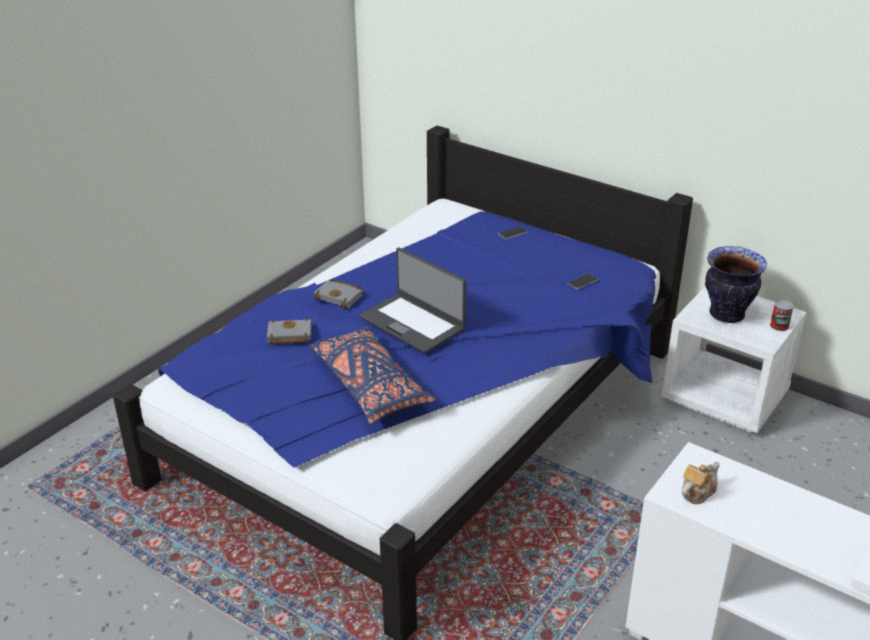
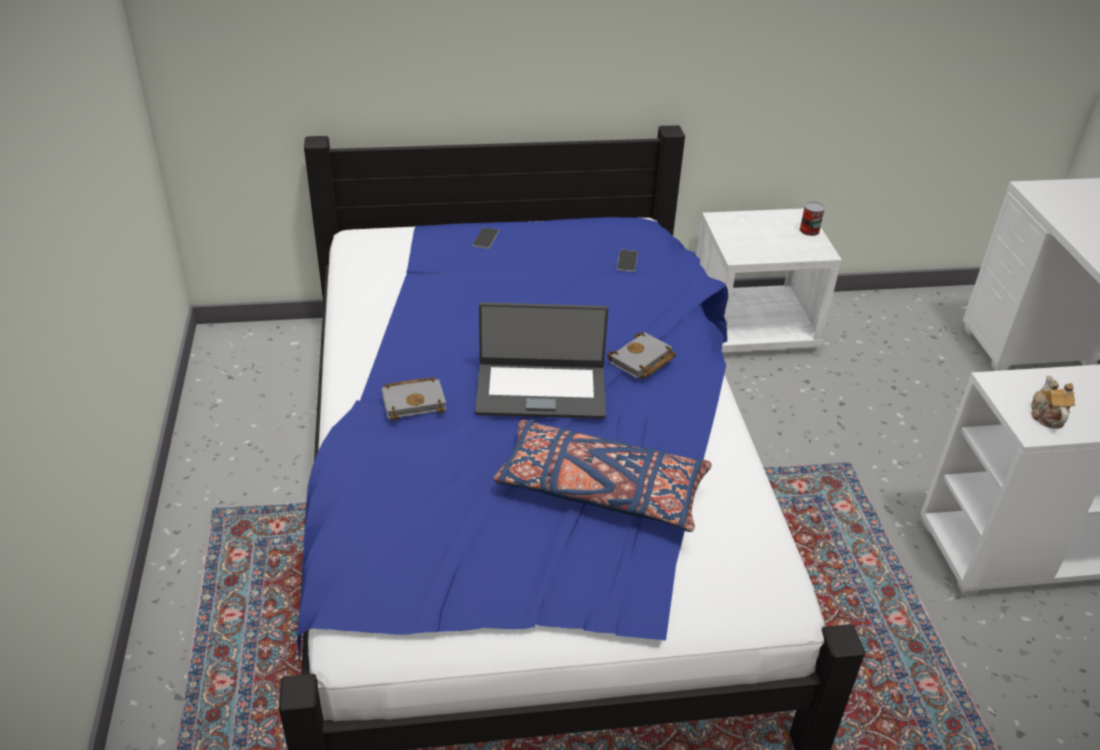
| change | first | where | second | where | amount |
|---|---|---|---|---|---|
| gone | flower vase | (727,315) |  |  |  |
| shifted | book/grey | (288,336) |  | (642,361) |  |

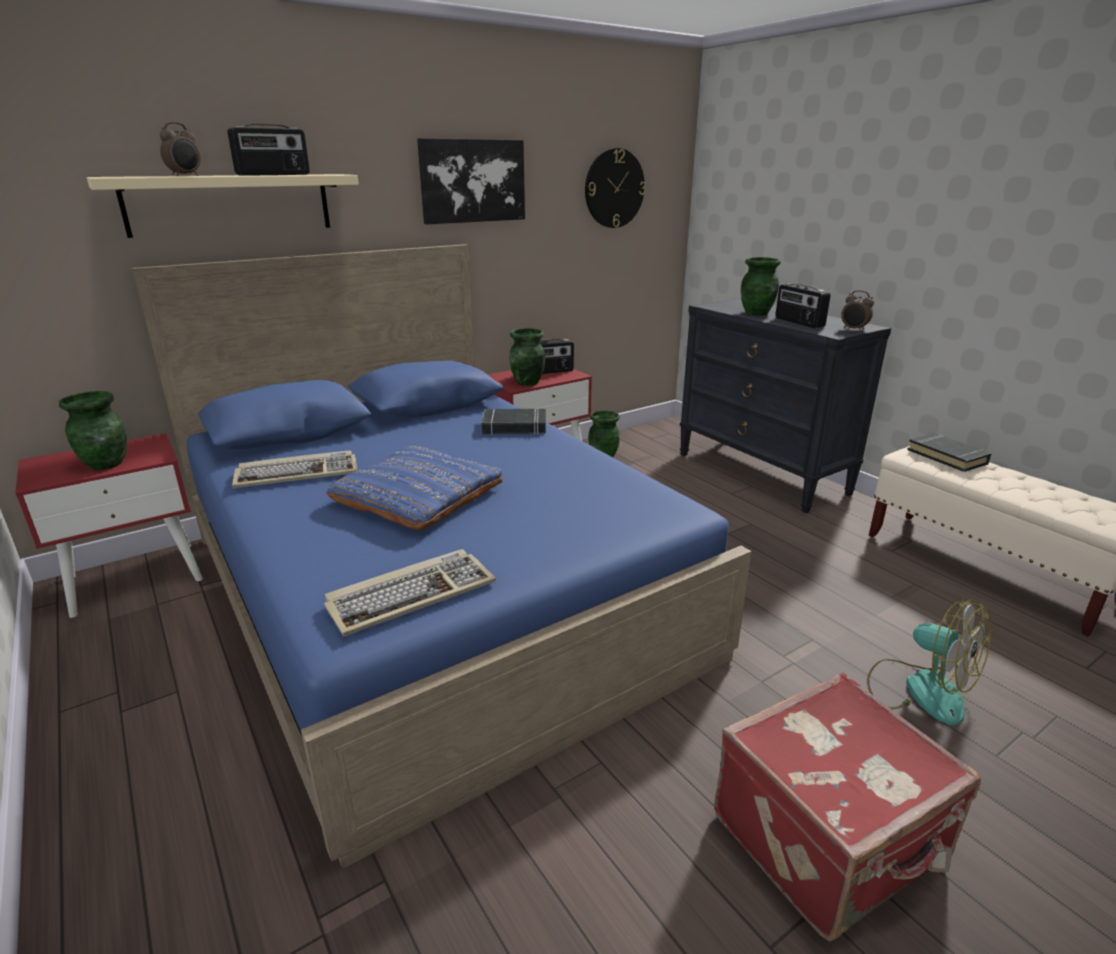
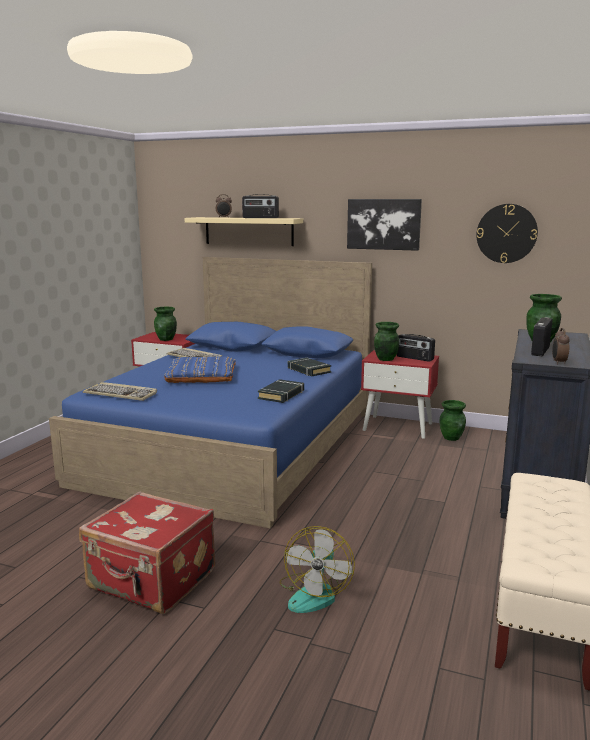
| change | first | where | second | where | amount |
|---|---|---|---|---|---|
| shifted | book/blackish | (947,457) |  | (281,395) |  |

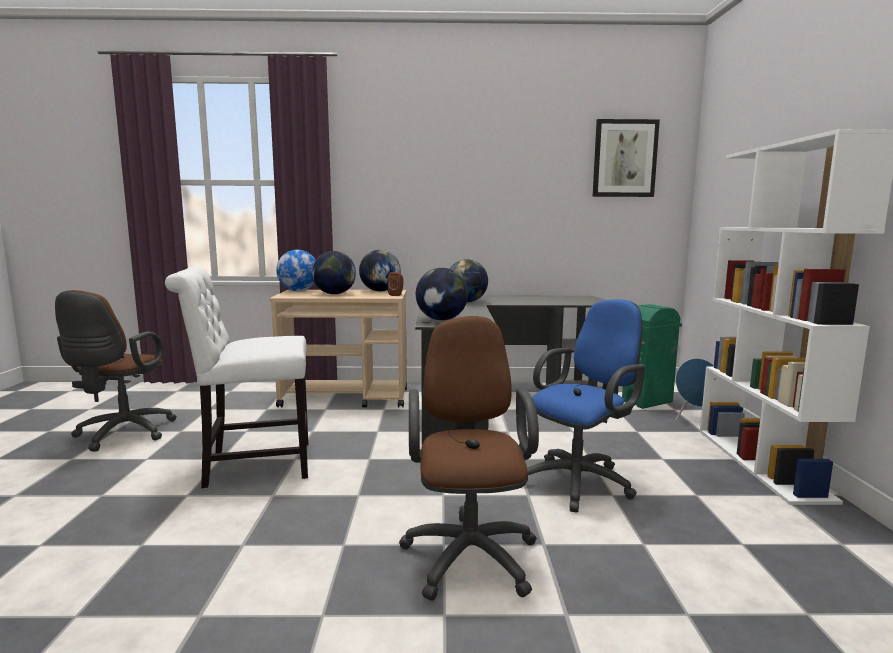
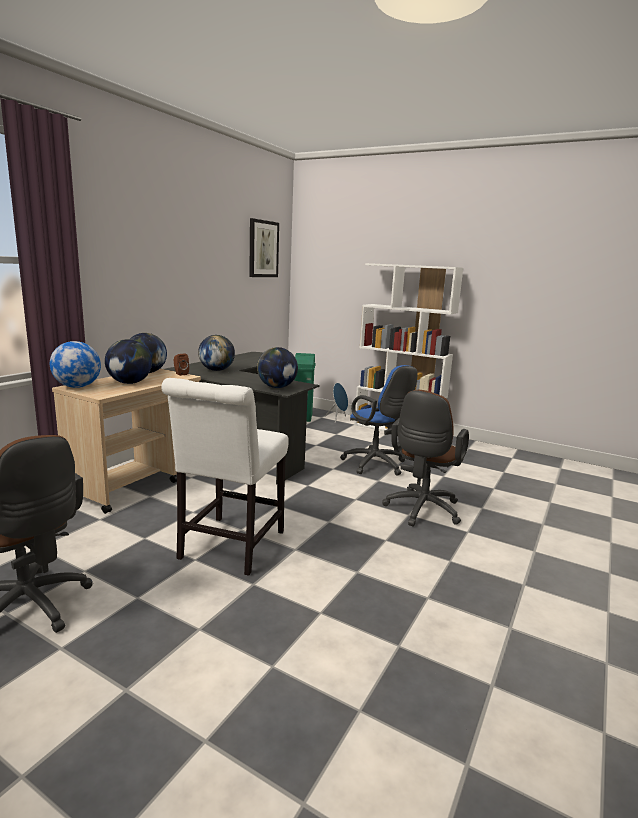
| change | first | where | second | where | amount |
|---|---|---|---|---|---|
| rotated | computer chair/bluish | (581,481) |  | (377,465) | 150 degrees clockwise |
| rotated | computer chair/brown-coloured | (469,552) |  | (421,511) | 90 degrees counterclockwise |

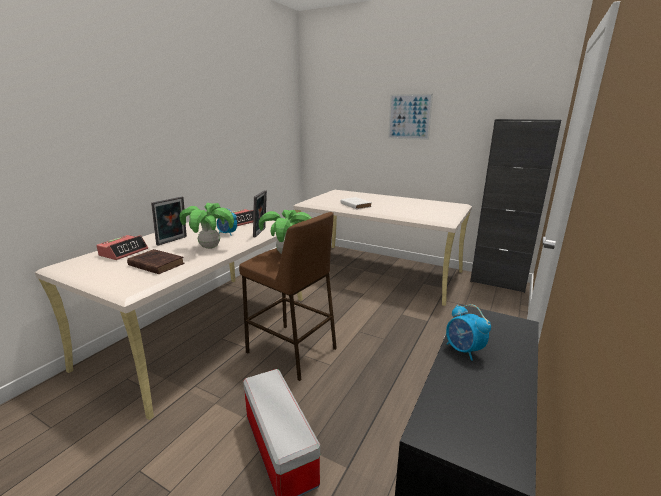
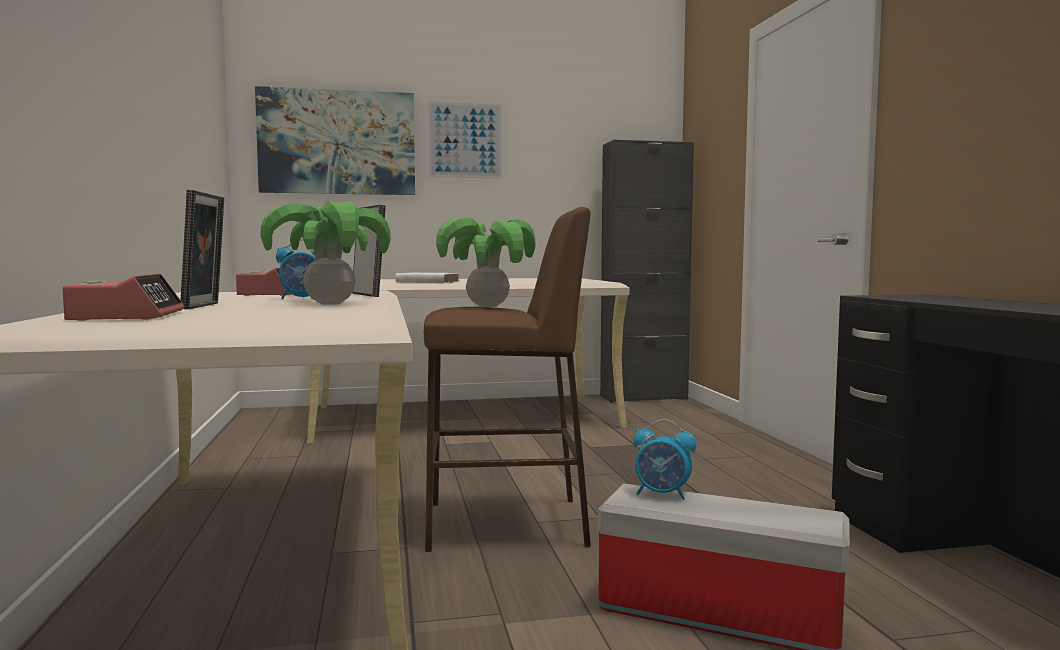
| change | first | where | second | where | amount |
|---|---|---|---|---|---|
| gone | book/brown-coloured | (155,264) |  |  |  |
| shifted | bedside clock | (463,350) |  | (662,494) |  |
| new |  |  | picture | (337,142) |  |

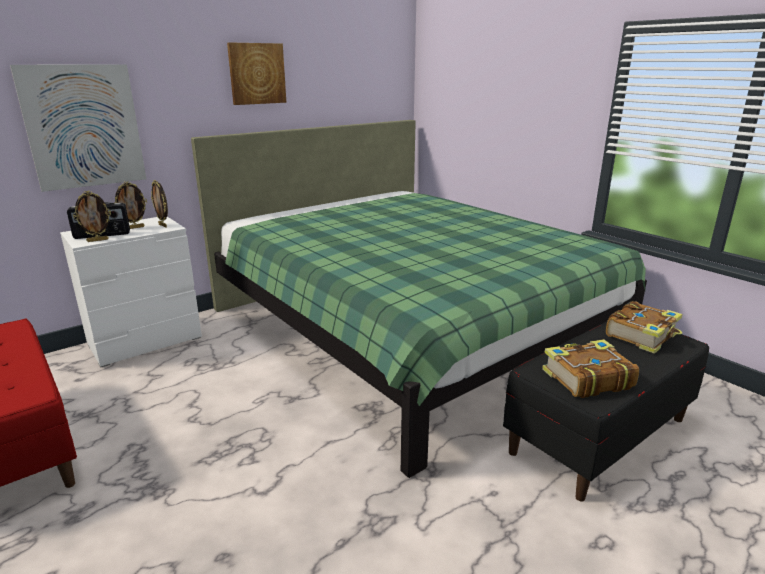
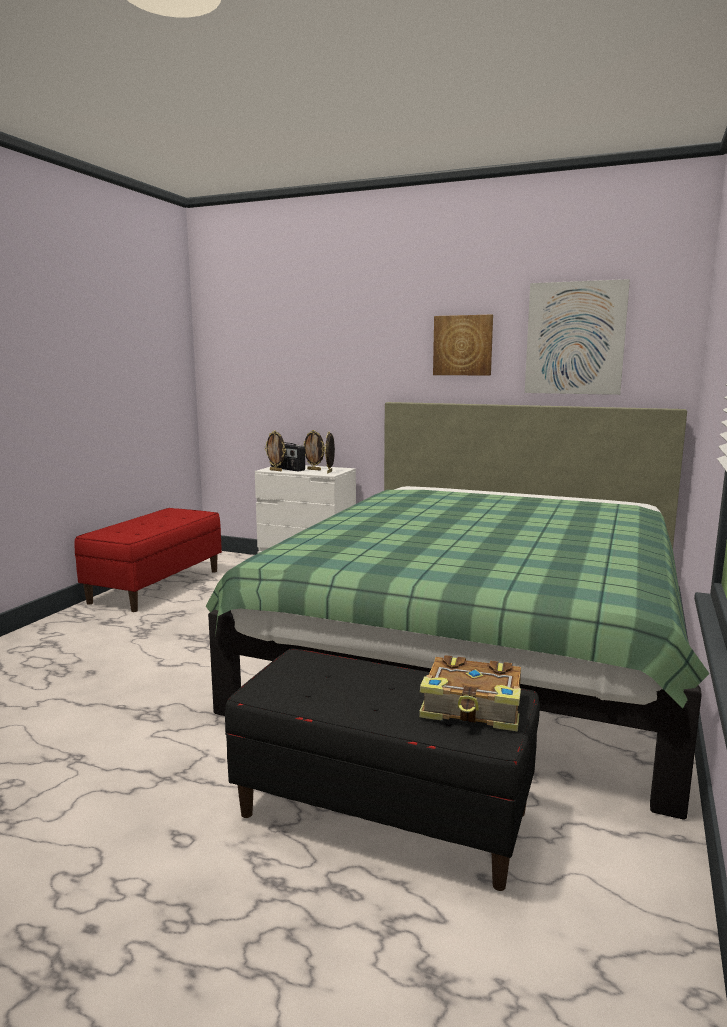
| change | first | where | second | where | amount |
|---|---|---|---|---|---|
| shifted | picture | (84,127) |  | (575,338) |  |
| gone | book | (586,378) |  |  |  |

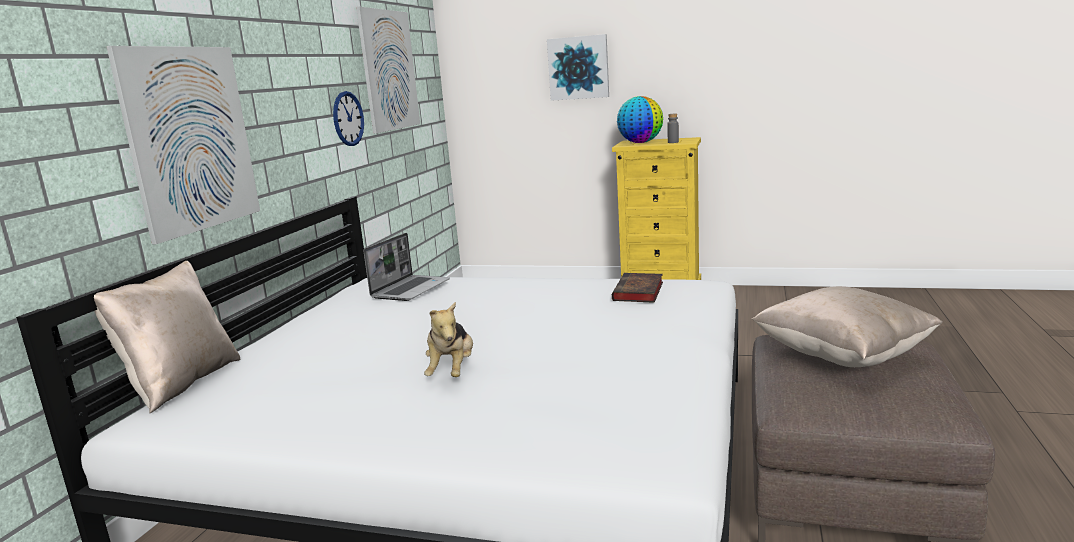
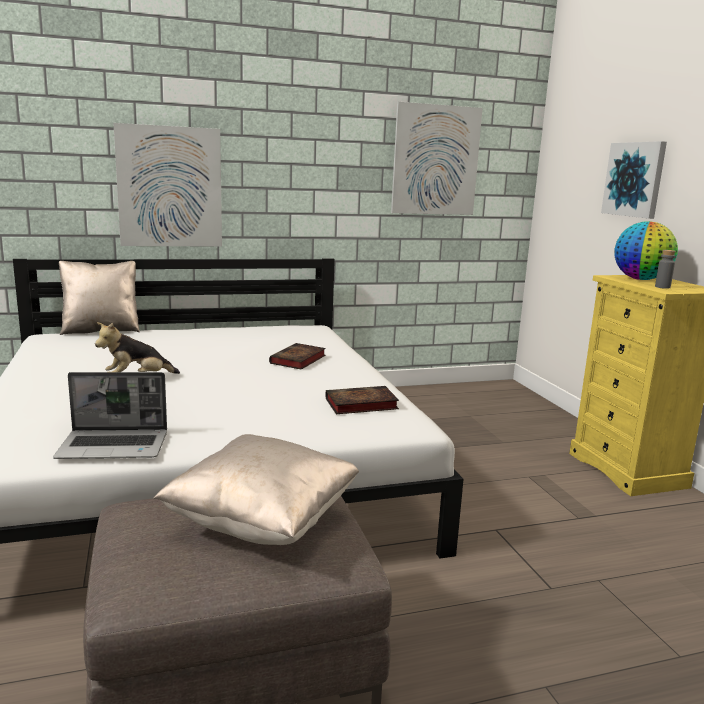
| change | first | where | second | where | amount |
|---|---|---|---|---|---|
| gone | hanging clock | (348,118) |  |  |  |
| shifted | portable computer | (410,289) |  | (115,446) |  |
| new |  |  | book | (298,360) |  |

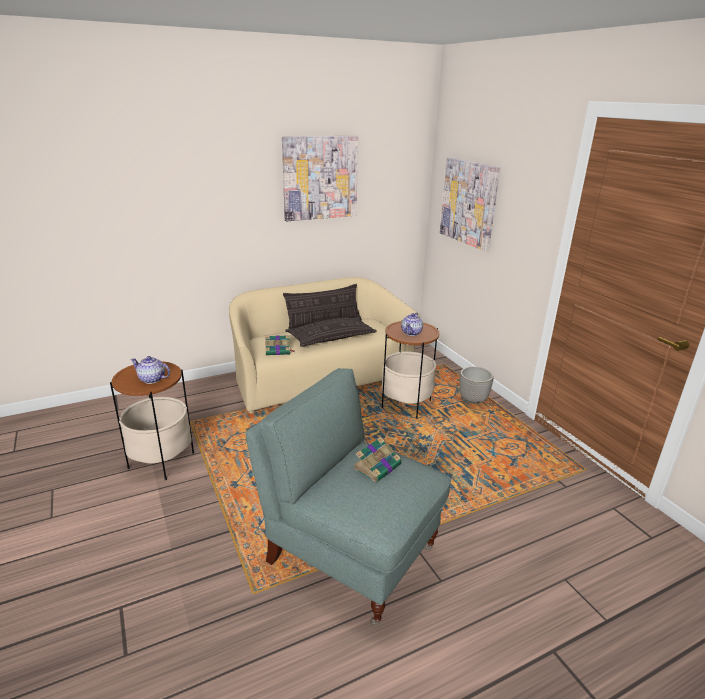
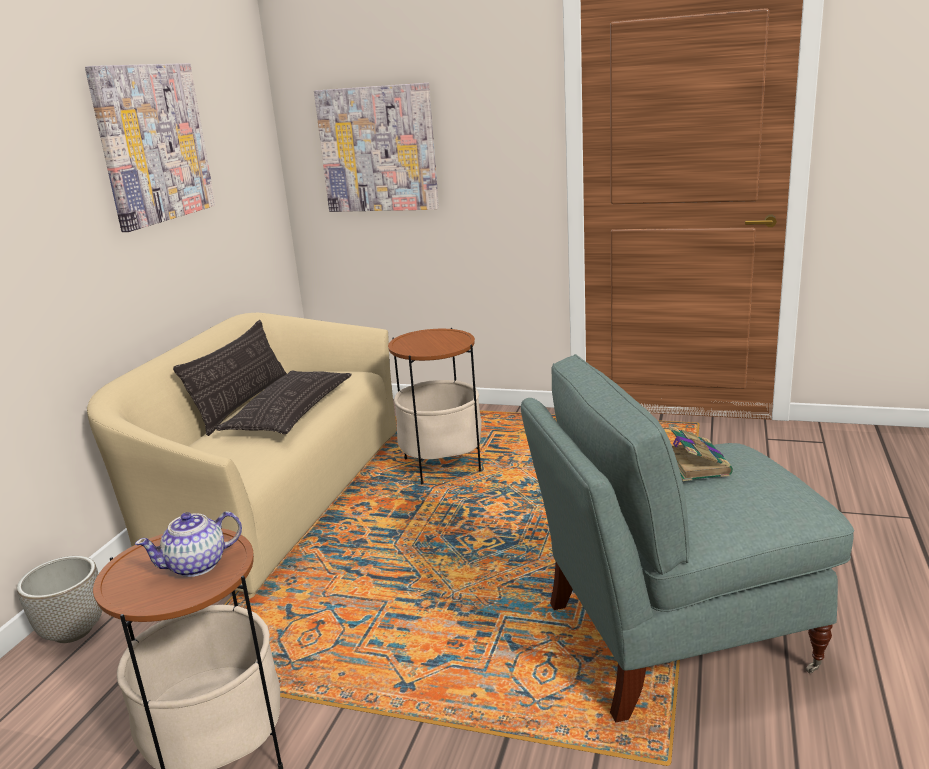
| change | first | where | second | where | amount |
|---|---|---|---|---|---|
| gone | teapot | (411,332) |  |  |  |
| gone | book | (278,351) |  |  |  |
| shifted | planter | (473,399) |  | (73,631) |  |

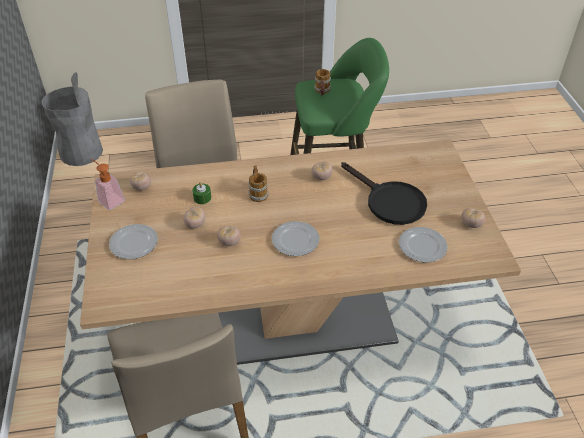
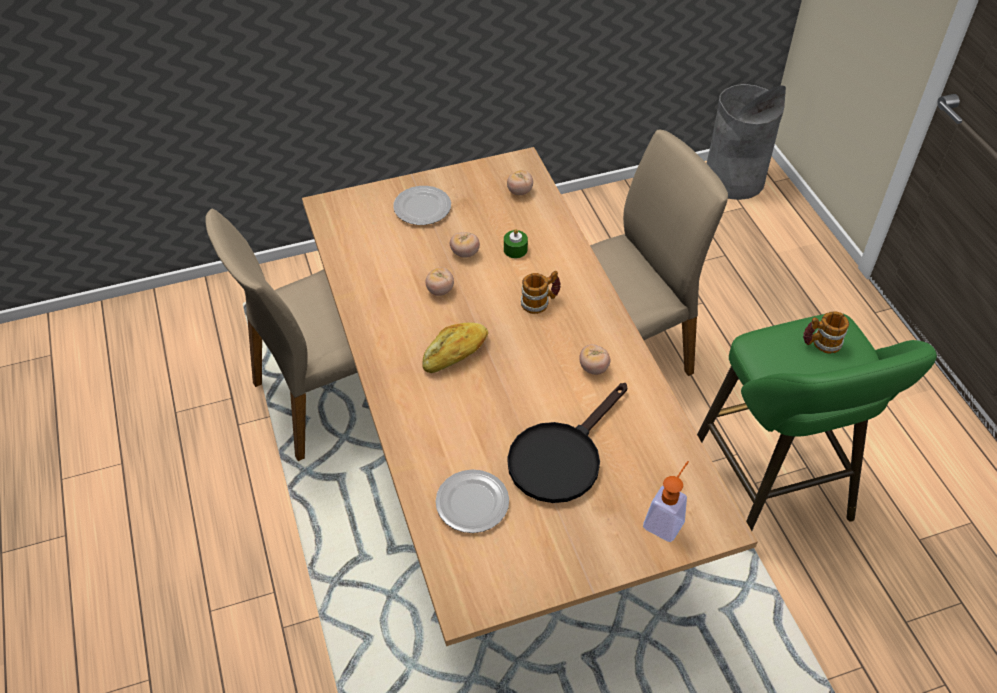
| change | first | where | second | where | amount |
|---|---|---|---|---|---|
| shifted | soap bottle | (109,199) |  | (667,519) |  |
| gone | fresh tomato | (471,224) |  |  |  |
| swapped | dinner plate | (295,240) | bread | (456,354) |  |

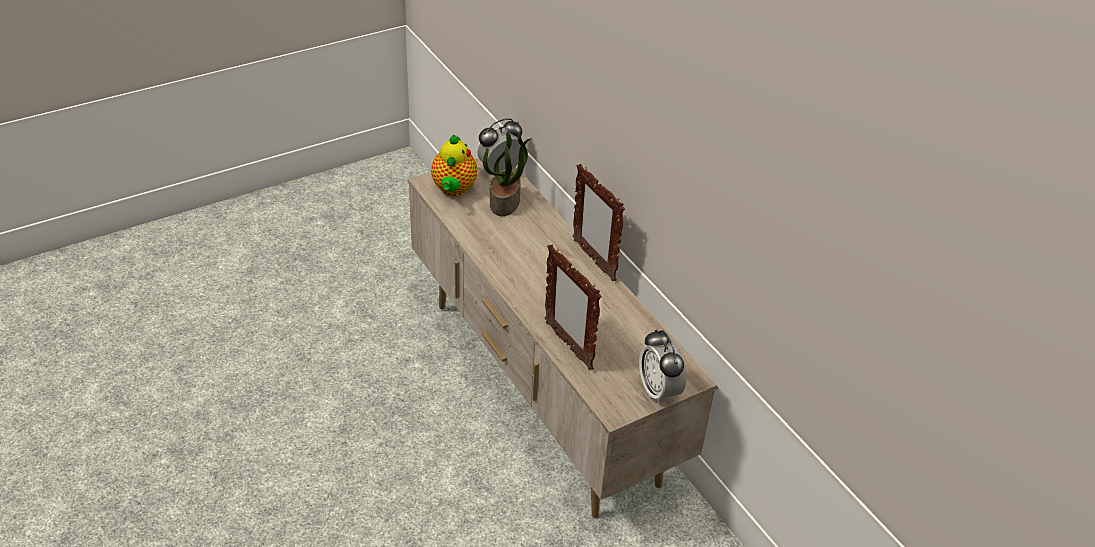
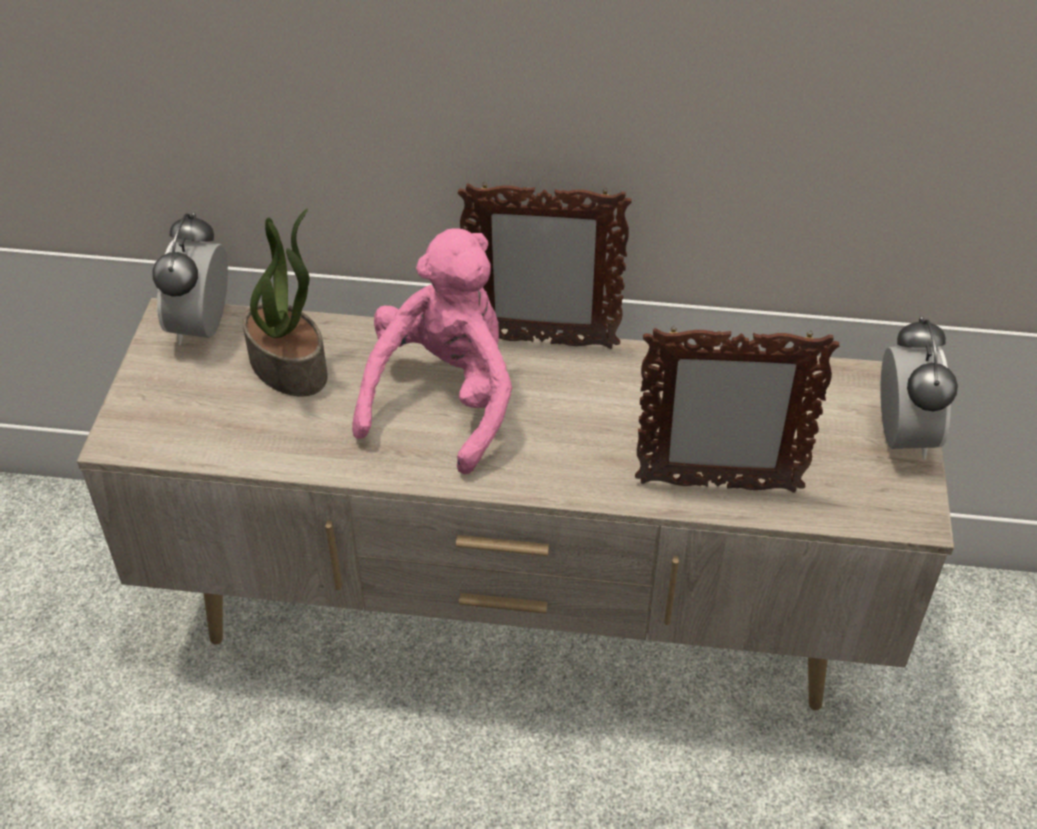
| change | first | where | second | where | amount |
|---|---|---|---|---|---|
| gone | teapot | (453,190) |  |  |  |
| rotated | bedside clock | (659,391) |  | (902,436) | 105 degrees counterclockwise |
| new |  |  | soft toy/pinkish | (444,399) |  |

